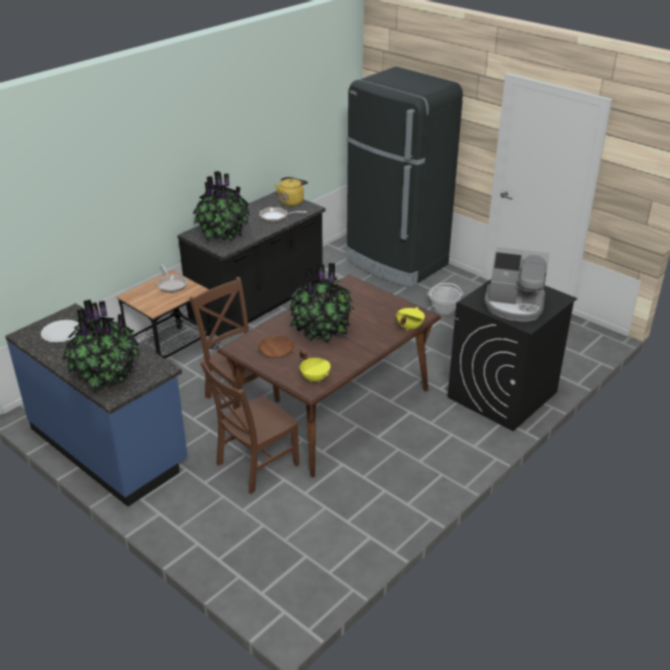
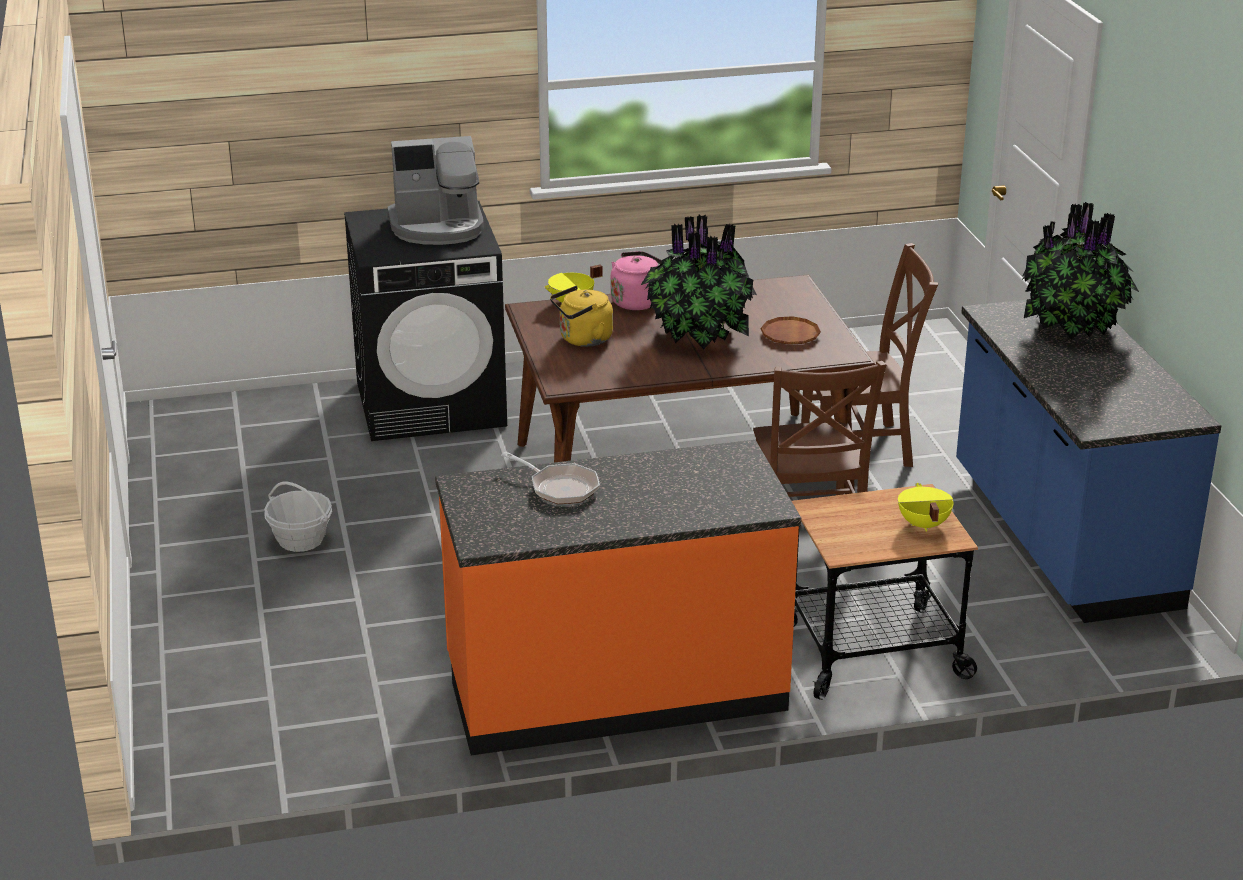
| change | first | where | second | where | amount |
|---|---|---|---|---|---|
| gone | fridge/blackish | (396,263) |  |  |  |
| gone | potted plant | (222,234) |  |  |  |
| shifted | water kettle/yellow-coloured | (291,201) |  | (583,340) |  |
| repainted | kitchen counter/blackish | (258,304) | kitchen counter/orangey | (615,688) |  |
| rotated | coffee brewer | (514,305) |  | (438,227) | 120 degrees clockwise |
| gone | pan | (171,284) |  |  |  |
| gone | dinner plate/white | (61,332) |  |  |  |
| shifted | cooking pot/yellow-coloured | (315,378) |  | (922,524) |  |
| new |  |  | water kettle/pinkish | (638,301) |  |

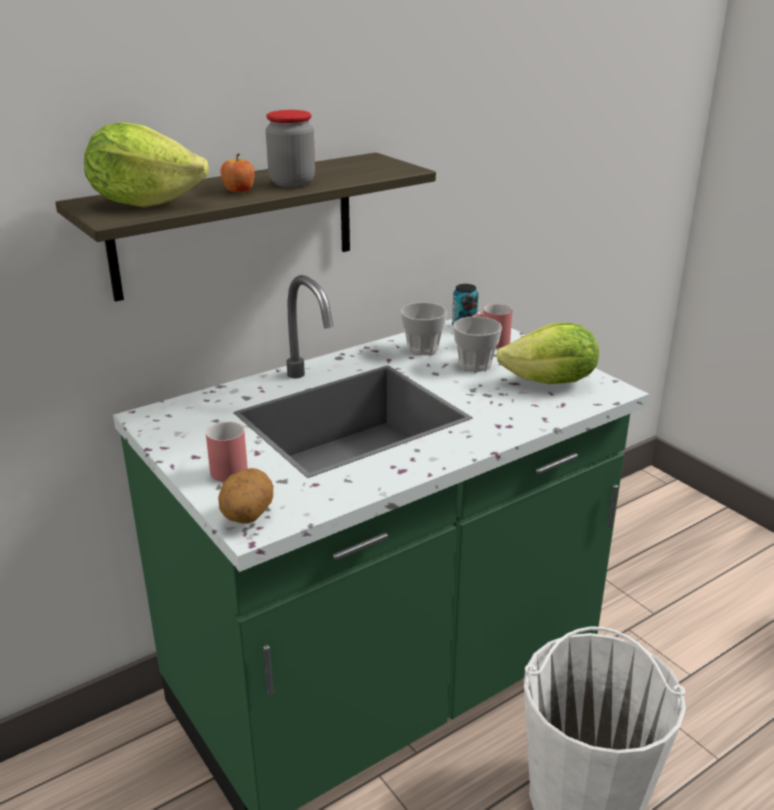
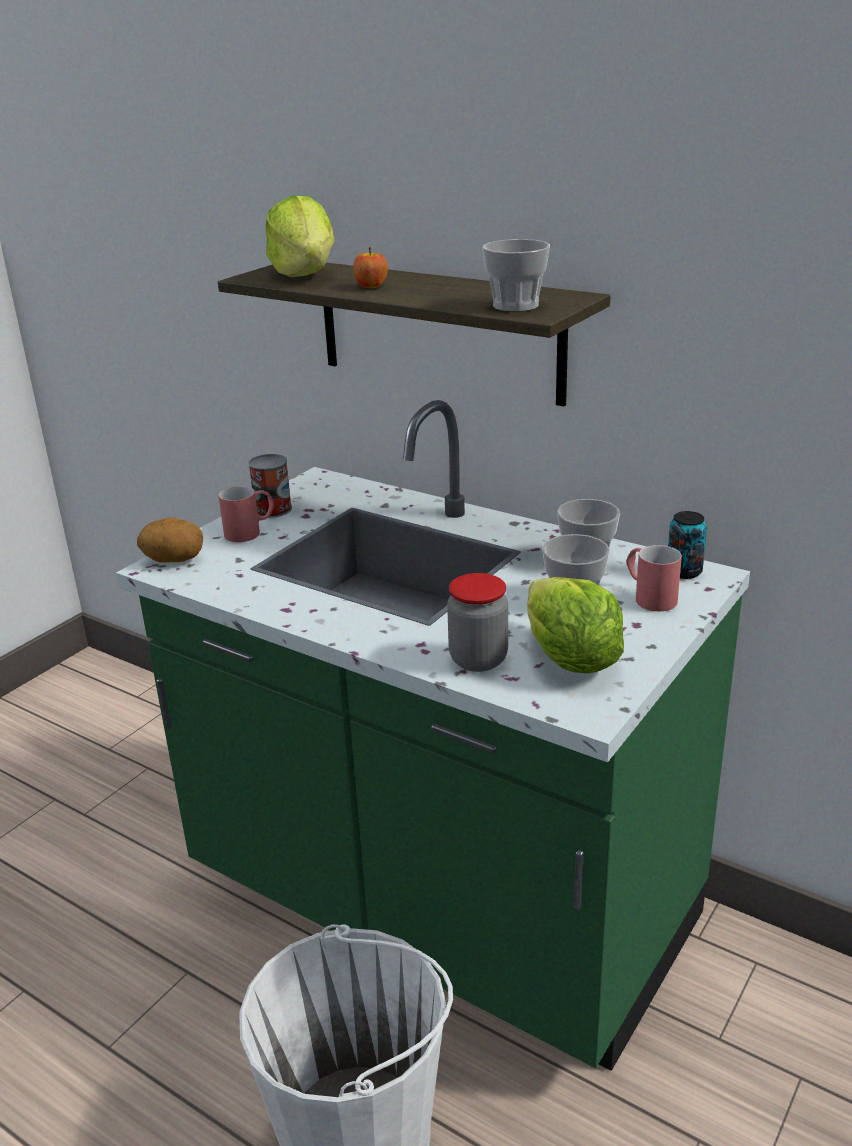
| change | first | where | second | where | amount |
|---|---|---|---|---|---|
| shifted | preserve jar | (292,182) |  | (478,659) |  |
| new |  |  | small cup | (515,306) |  |
| new |  |  | metal can | (273,509) |  |

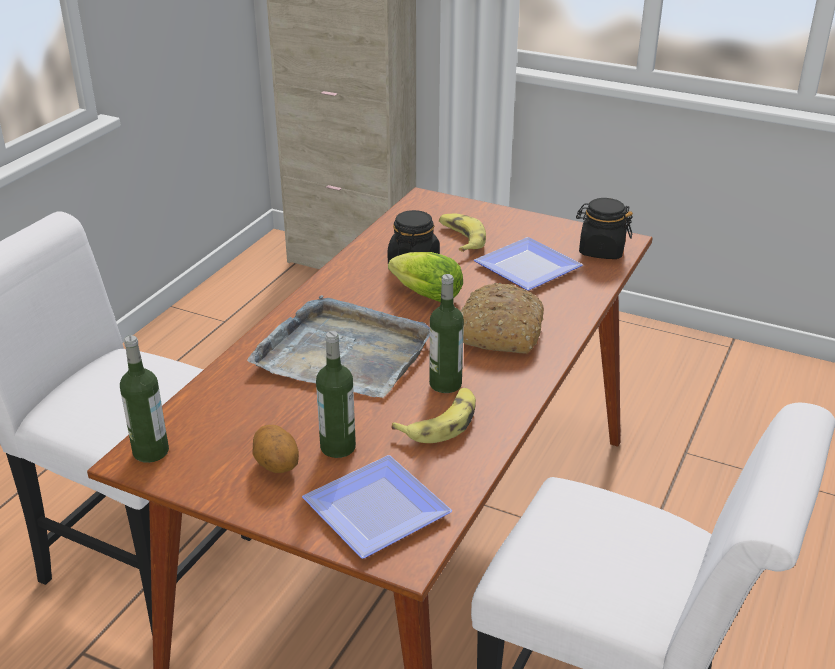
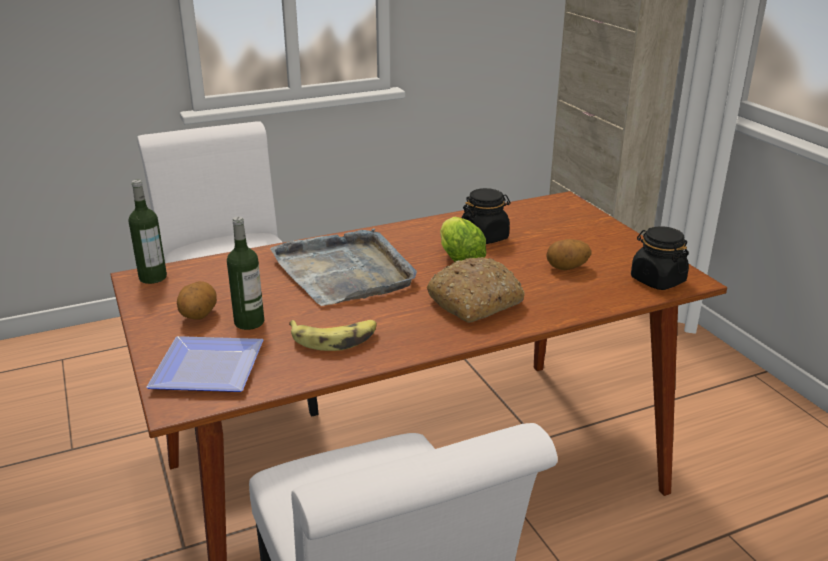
| change | first | where | second | where | amount |
|---|---|---|---|---|---|
| gone | banana fruit | (460,239) |  |  |  |
| swapped | dinner plate | (523,267) | spud | (567,268) |  |
| gone | bottle | (445,384) |  |  |  |

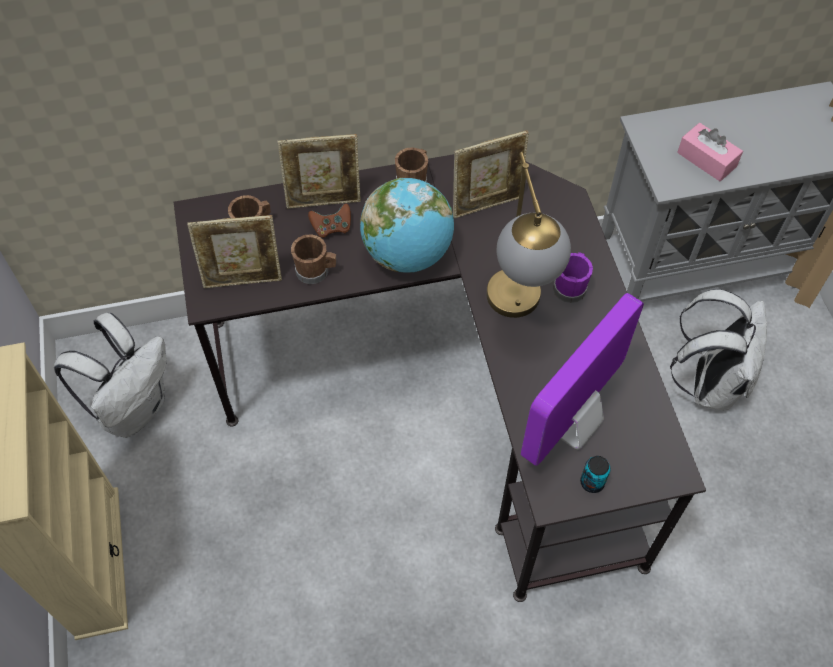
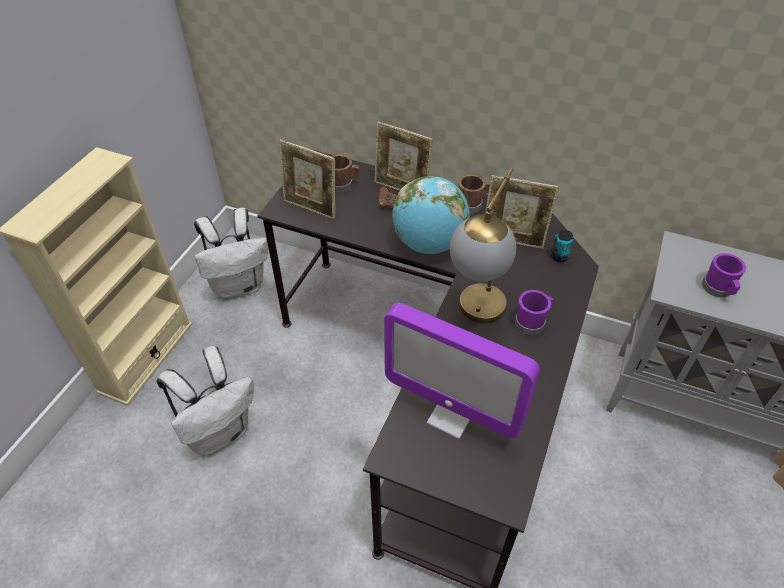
| change | first | where | second | where | amount |
|---|---|---|---|---|---|
| swapped | tissue holder/pinkish | (706,159) | mug/purple | (718,290) |  |
| gone | mug/brown-coloured | (316,271) |  |  |  |
| shifted | rucksack/white | (709,383) |  | (220,432) |  |
| rotated | computer display | (572,426) |  | (451,416) | 135 degrees counterclockwise |
| shifted | metal can | (592,482) |  | (559,257) |  |

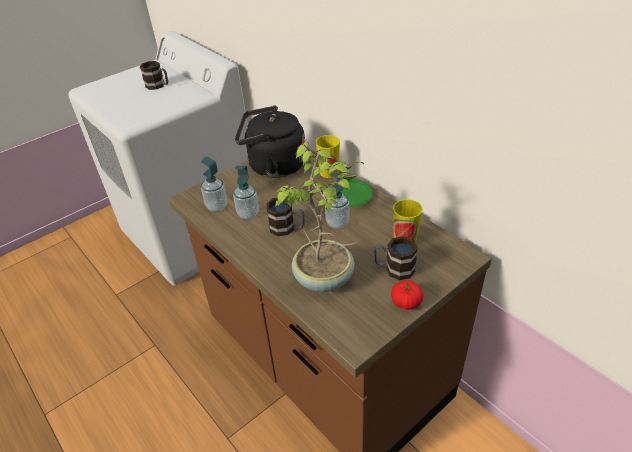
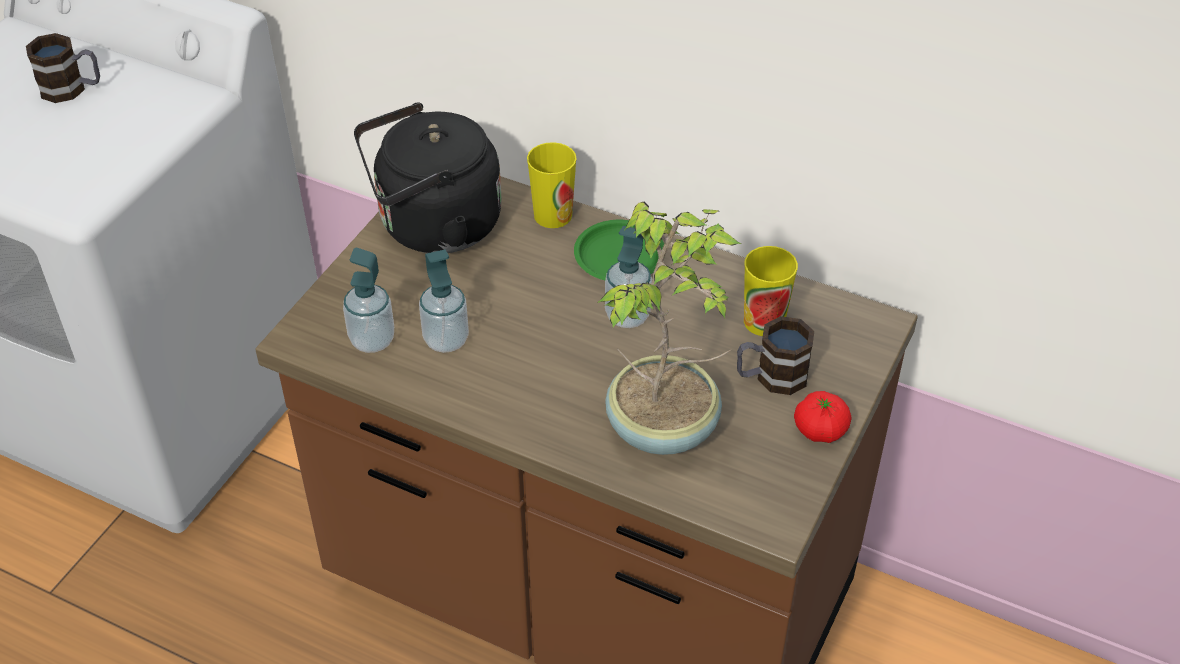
| change | first | where | second | where | amount |
|---|---|---|---|---|---|
| gone | mug | (287,228) |  |  |  |

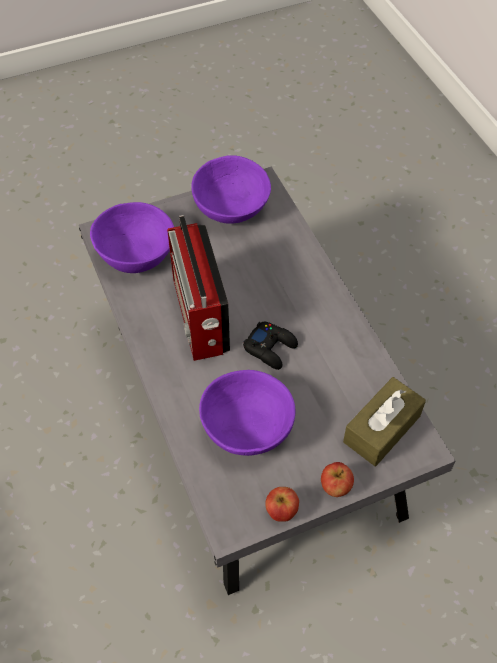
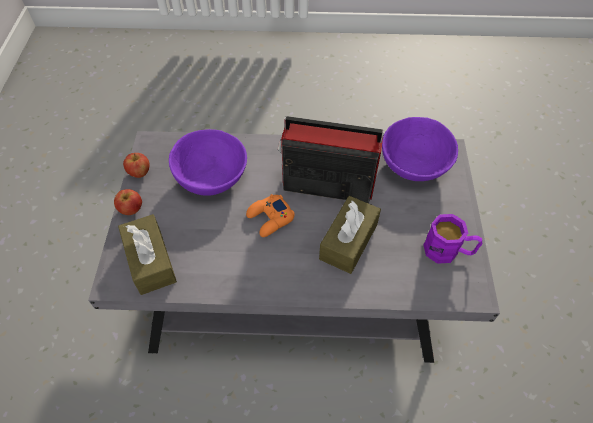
| change | first | where | second | where | amount |
|---|---|---|---|---|---|
| swapped | bowl/purple | (230,207) | mug/purple | (448,251) |  |
| repainted | gamepad/blackish | (271,348) | gamepad/orangey | (270,218) |  |
| new |  |  | tissue holder/brown-coloured | (348,241) |  |

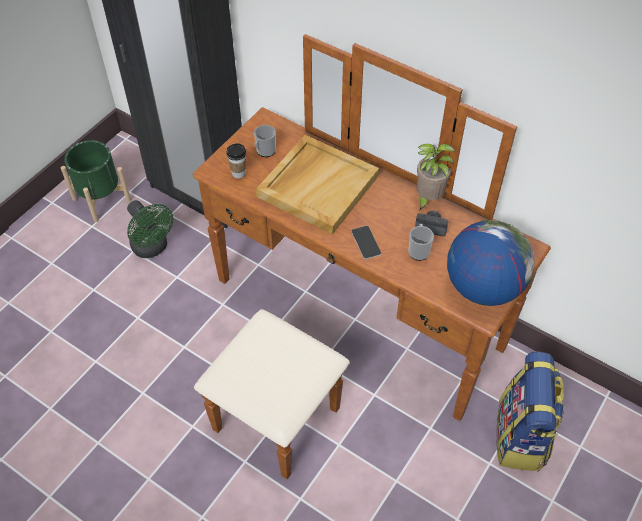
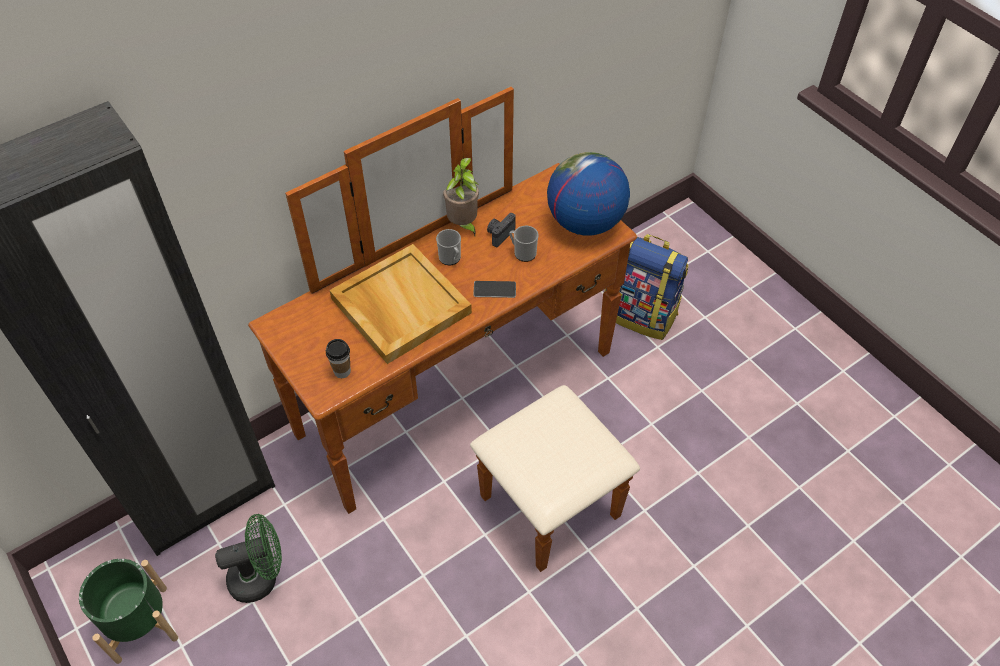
| change | first | where | second | where | amount |
|---|---|---|---|---|---|
| shifted | mug | (264,151) |  | (451,259) |  |

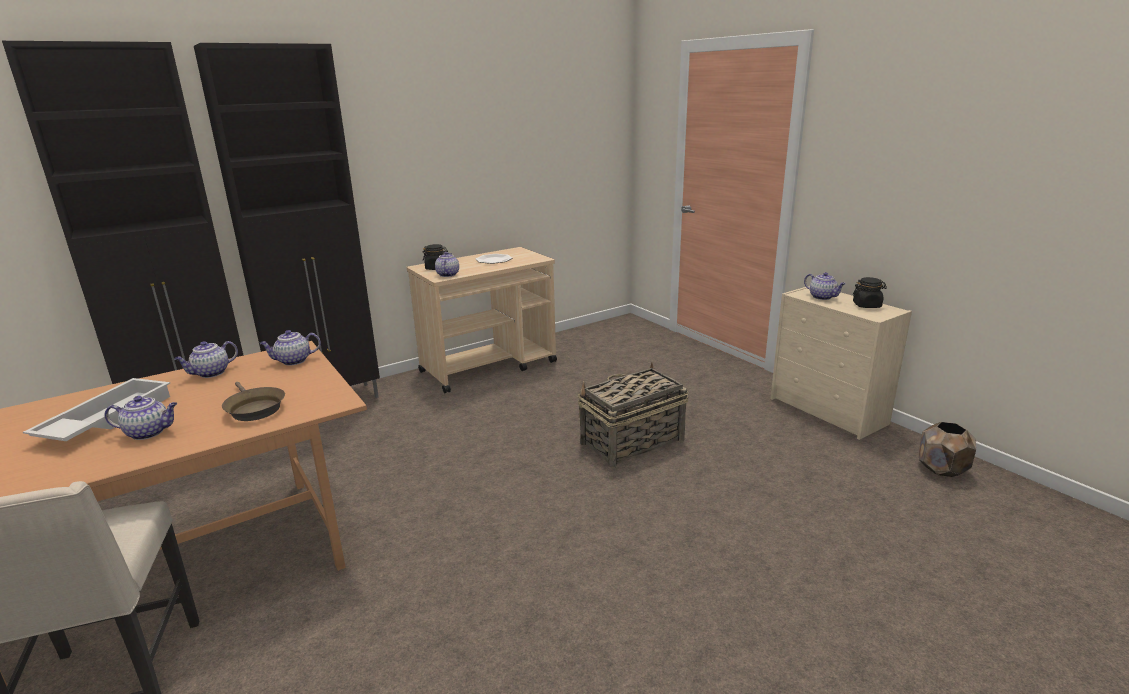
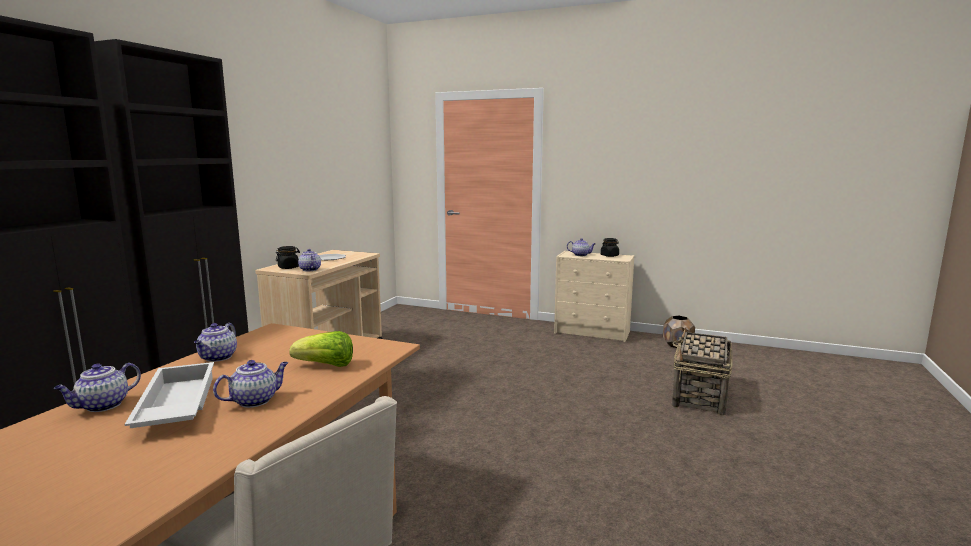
| change | first | where | second | where | amount |
|---|---|---|---|---|---|
| shifted | teapot | (293,361) |  | (102,406) |  |
| shifted | household basket | (631,442) |  | (699,395) |  |
| swapped | pan/brown-coloured | (254,408) | lettuce | (326,366) |  |

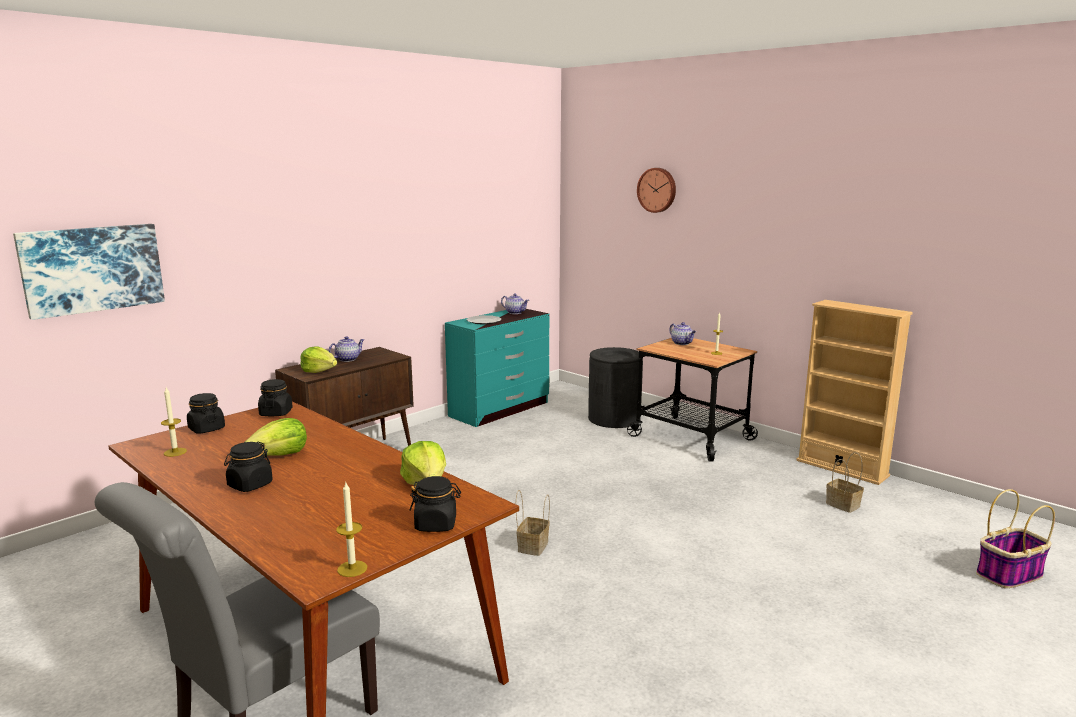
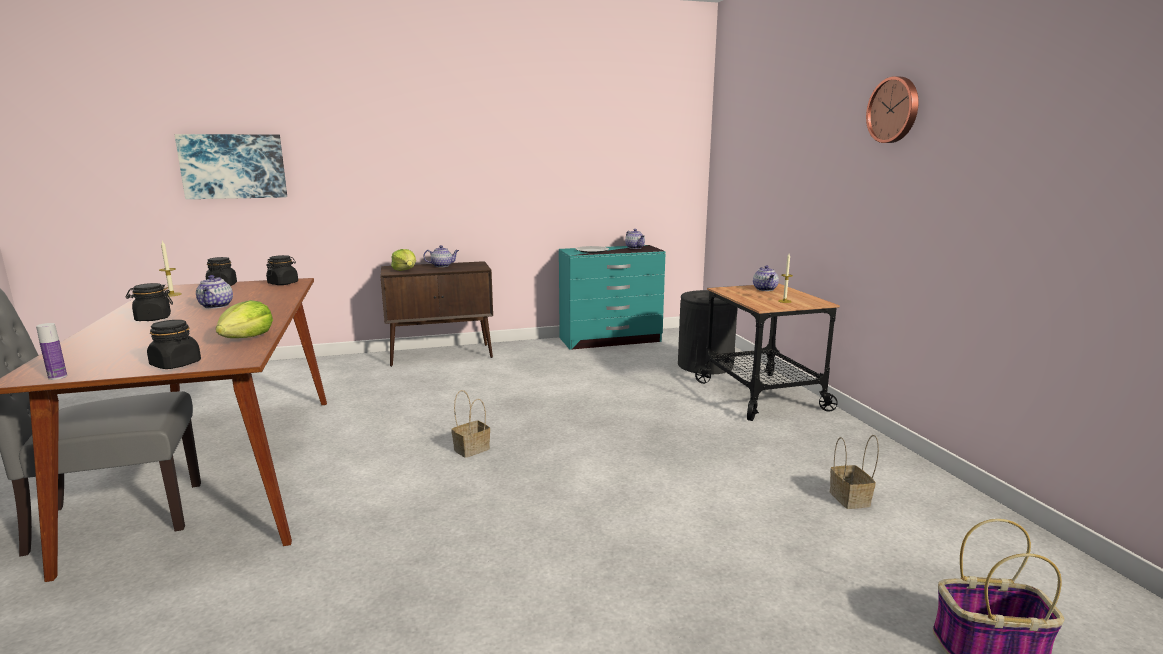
| change | first | where | second | where | amount |
|---|---|---|---|---|---|
| shifted | hanging clock | (657,190) |  | (894,110) |  |
| gone | bookshelf/beige-coloured | (842,468) |  |  |  |
| swapped | lettuce | (280,455) | teapot | (216,306) |  |
| swapped | candle | (352,568) | bottle | (57,377) |  |

